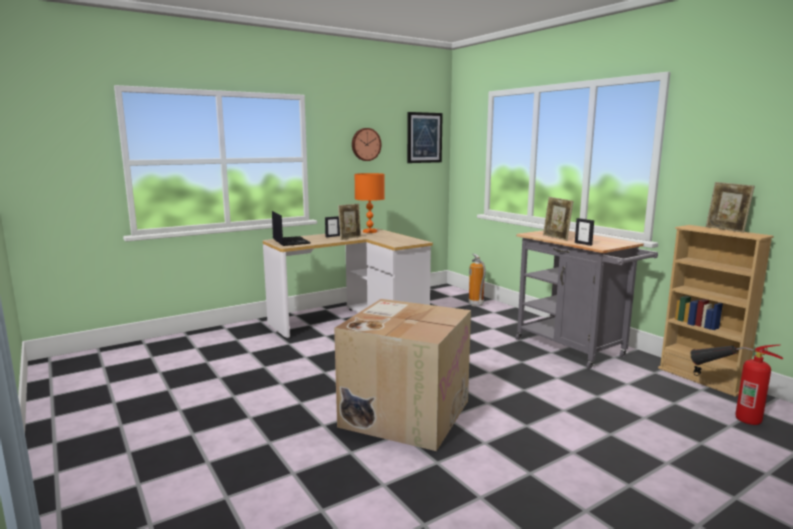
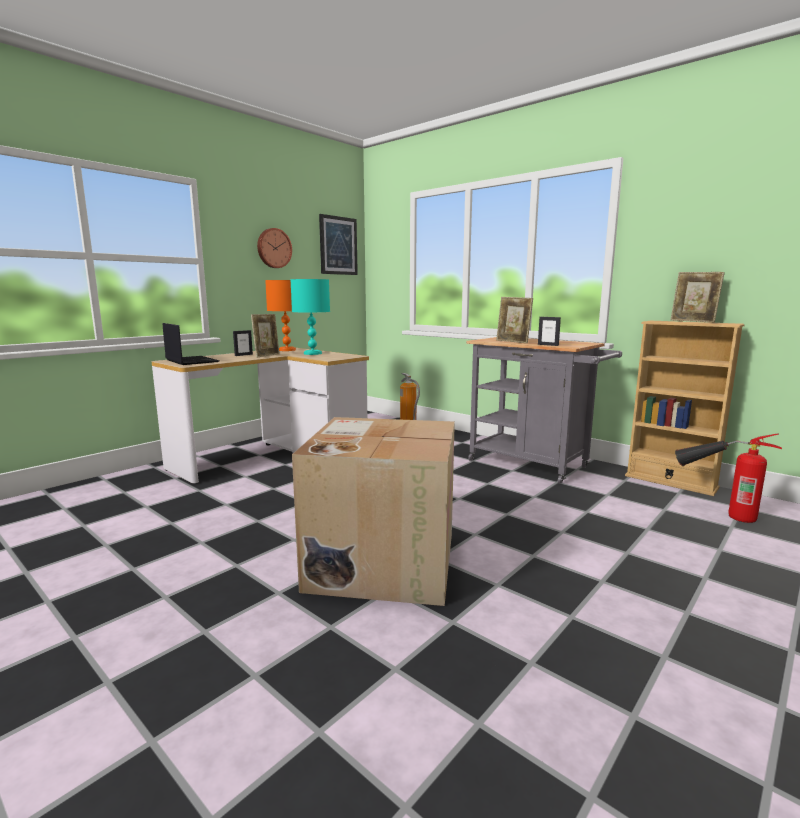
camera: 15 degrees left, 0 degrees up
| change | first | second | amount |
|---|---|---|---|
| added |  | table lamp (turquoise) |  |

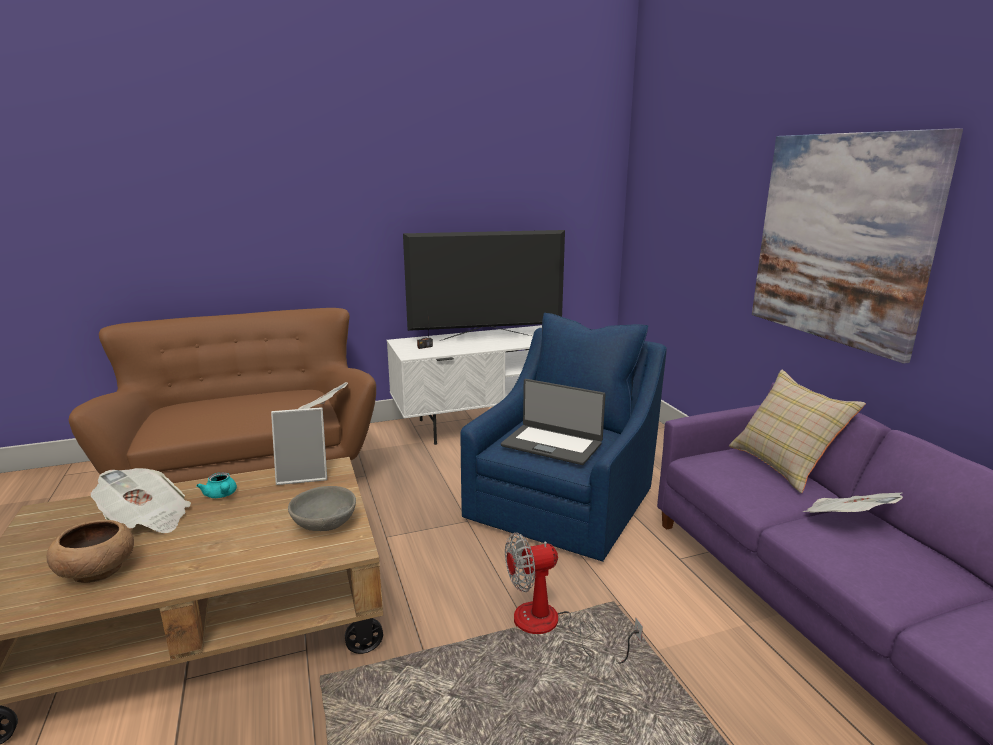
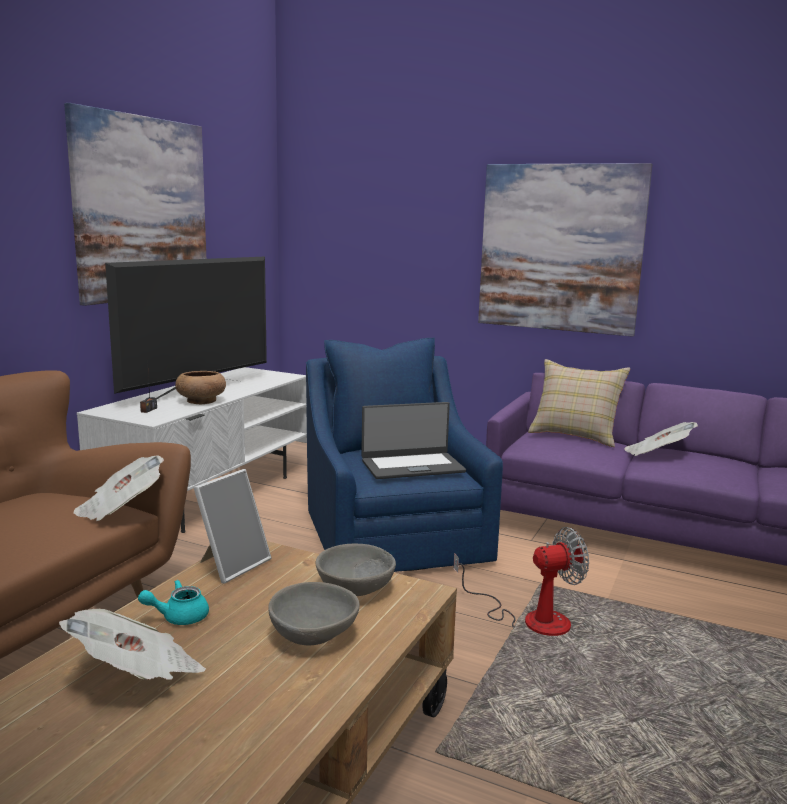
camera: 45 degrees left, 5 degrees down
| change | first | second | amount |
|---|---|---|---|
| added |  | picture (1st from left) |  |
| added |  | bowl (grey) (1st from left) |  |
| moved | bowl (brown) |  |  |
| turned | teapot (turquoise) |  | 150 degrees clockwise |
| turned | fan |  | 135 degrees counterclockwise |

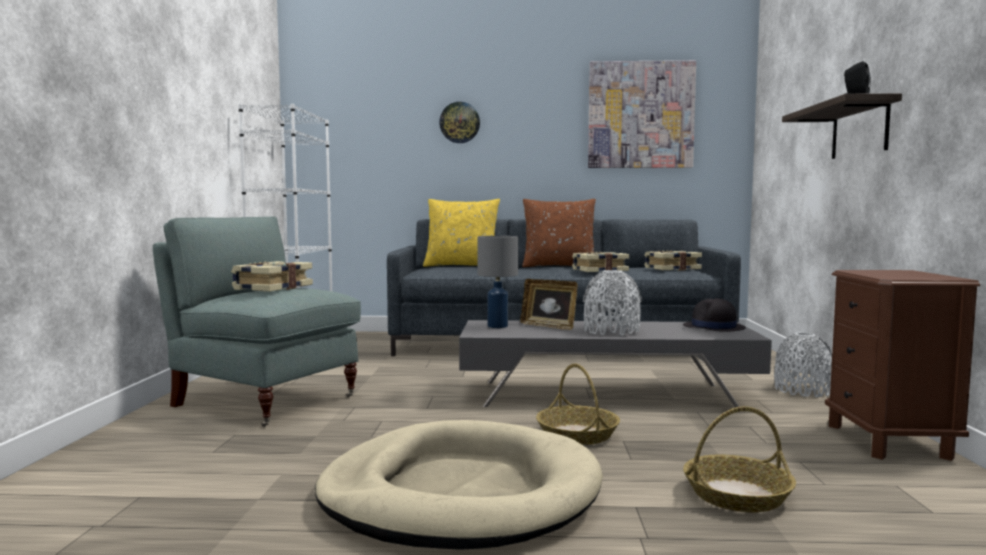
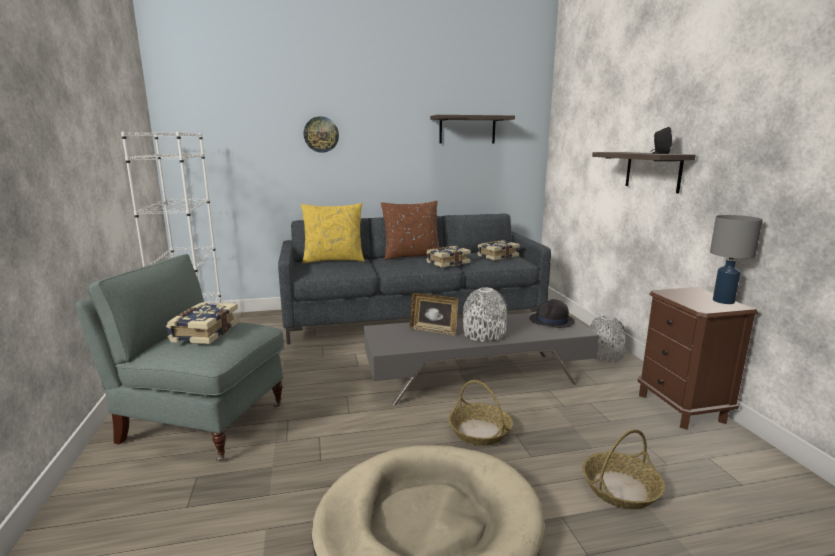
camera: 15 degrees left, 10 degrees up
| change | first | second | amount |
|---|---|---|---|
| moved | table lamp (grey) |  |  |
| replaced | picture | shelf (1st from left) |  |

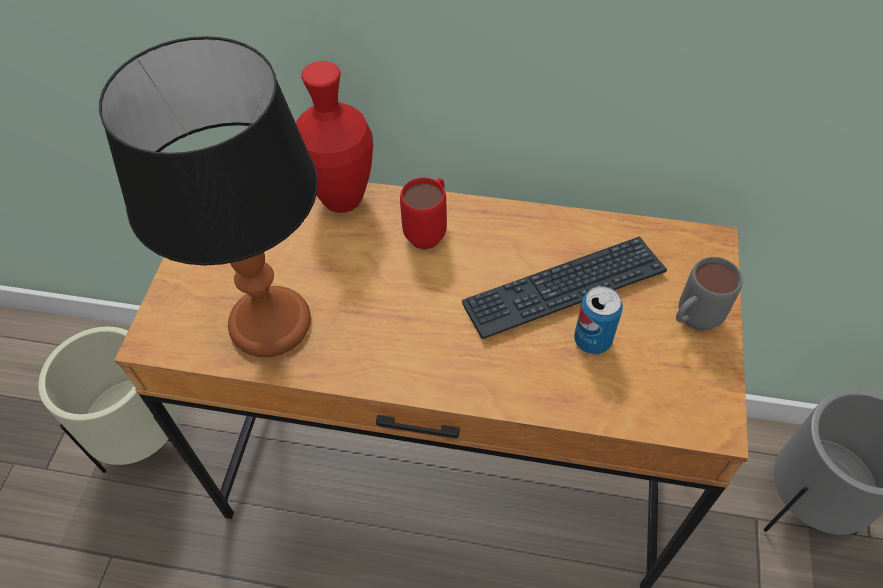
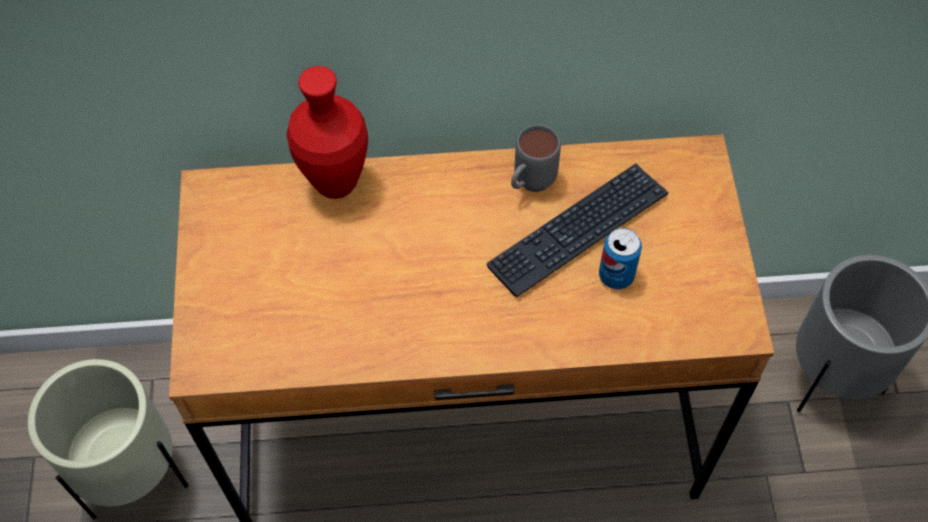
camera: 15 degrees left, 5 degrees up
| change | first | second | amount |
|---|---|---|---|
| removed | table lamp |  |  |
| removed | mug (red) |  |  |
| moved | mug (grey) |  |  |

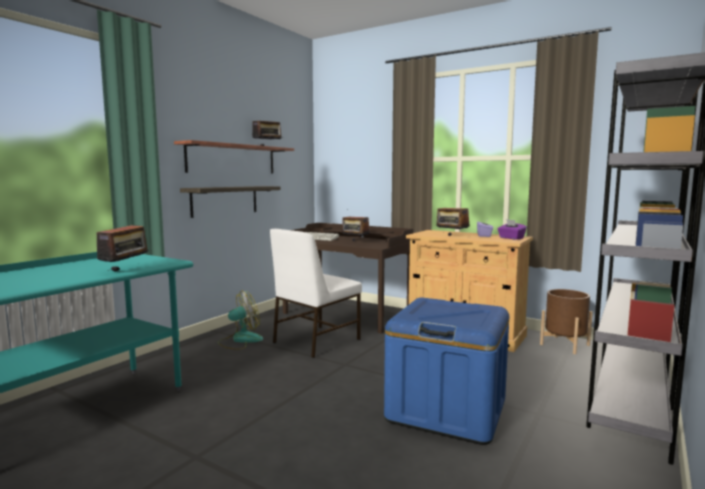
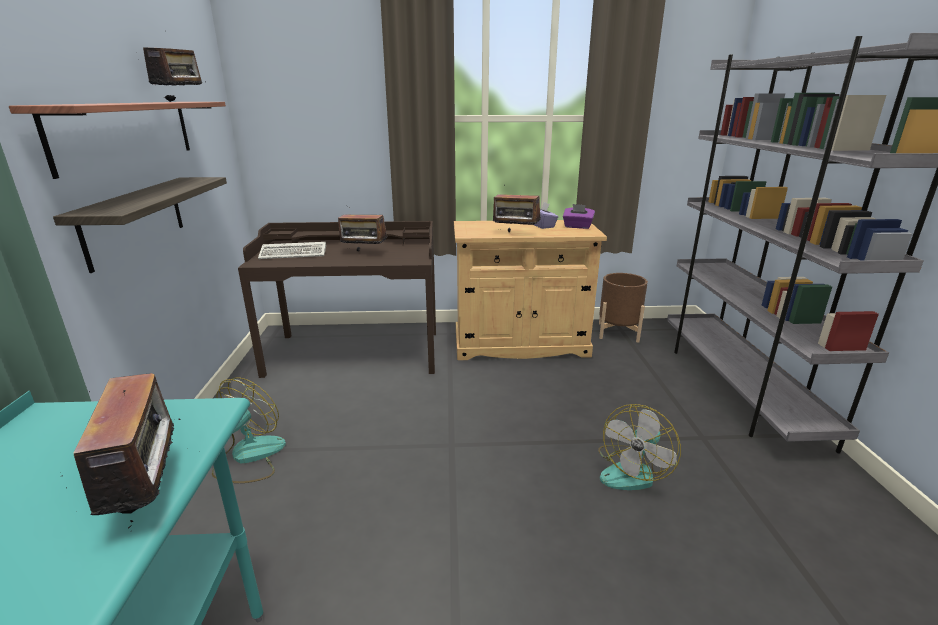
camera: 35 degrees left, 15 degrees up
| change | first | second | amount |
|---|---|---|---|
| removed | chair (white) |  |  |
| replaced | storage box (blue) | fan (2nd from left) |  |

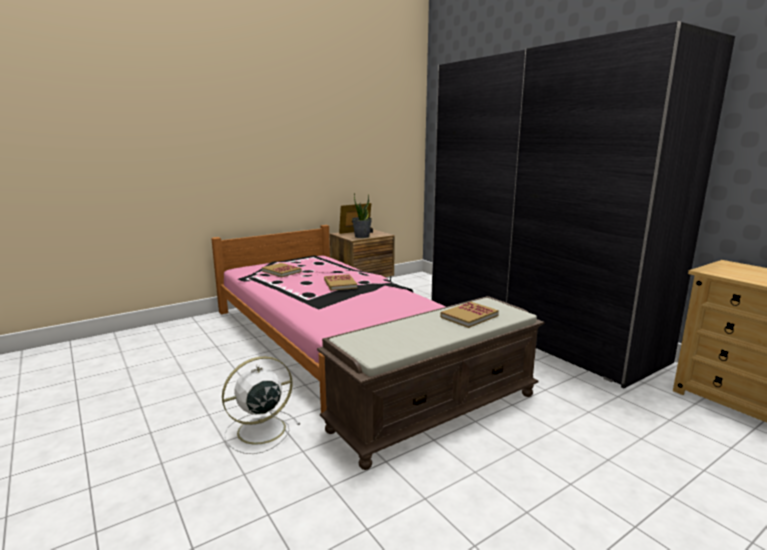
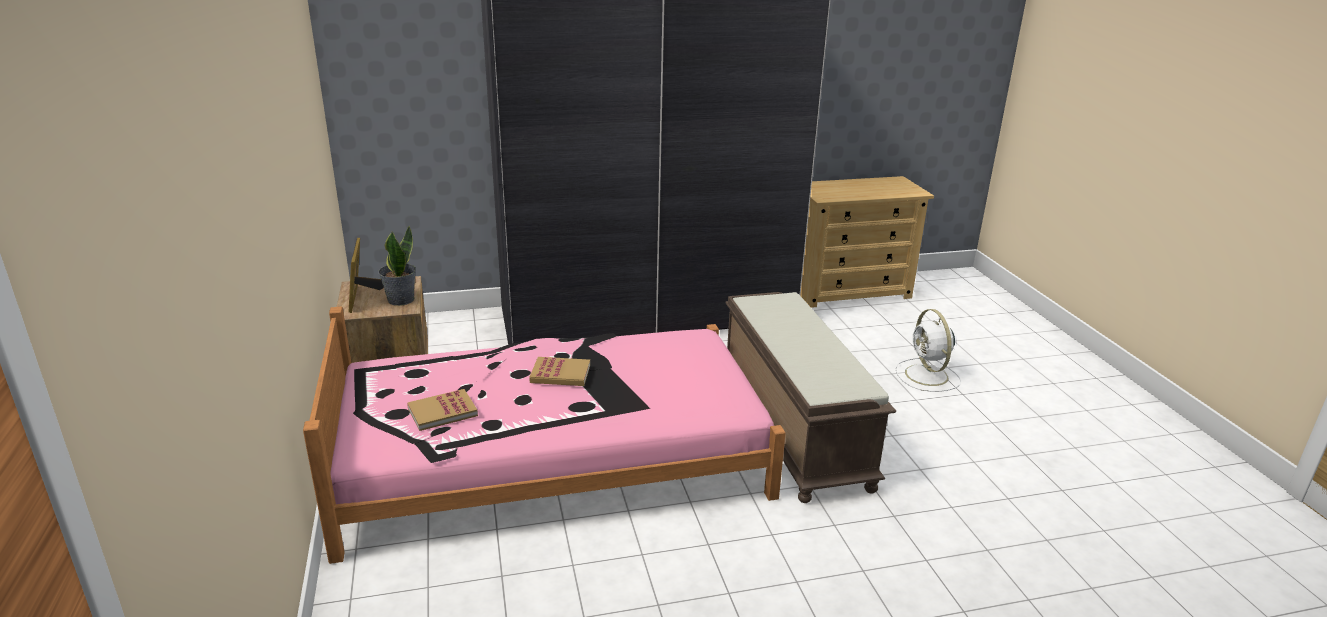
camera: 70 degrees left, 10 degrees up
| change | first | second | amount |
|---|---|---|---|
| removed | book (3rd from left) |  |  |
| moved | fan (white) |  |  |

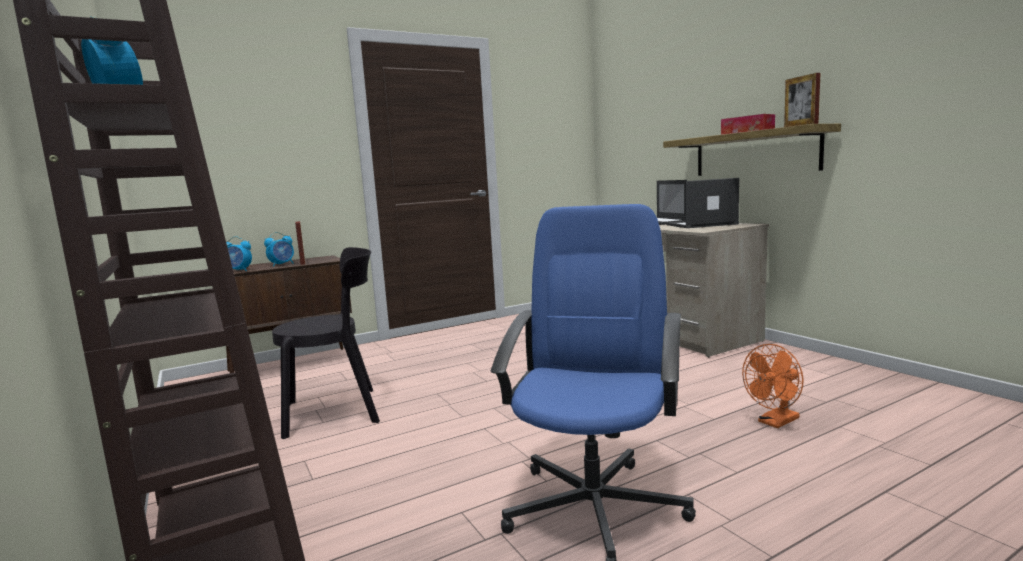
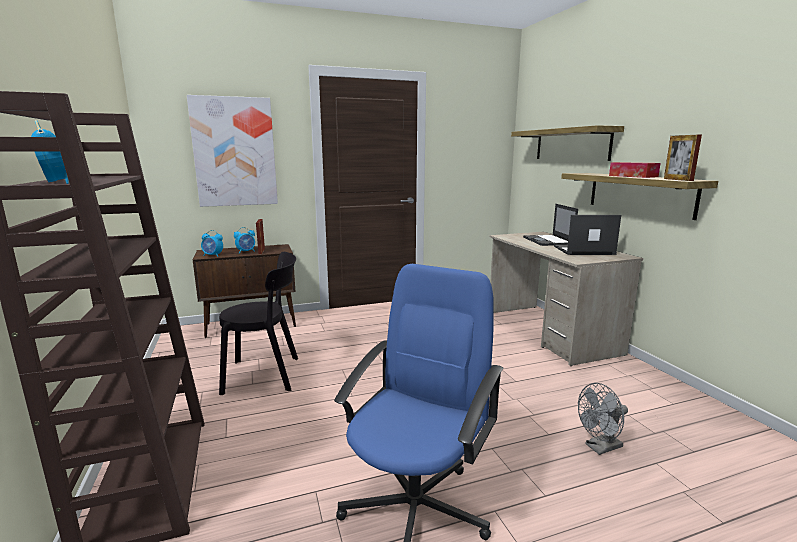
camera: 10 degrees right, 5 degrees up
| change | first | second | amount |
|---|---|---|---|
| added |  | picture |  |
| added |  | shelf (1st from left) |  |
| recoloured | fan (orange) | fan (grey) |  |

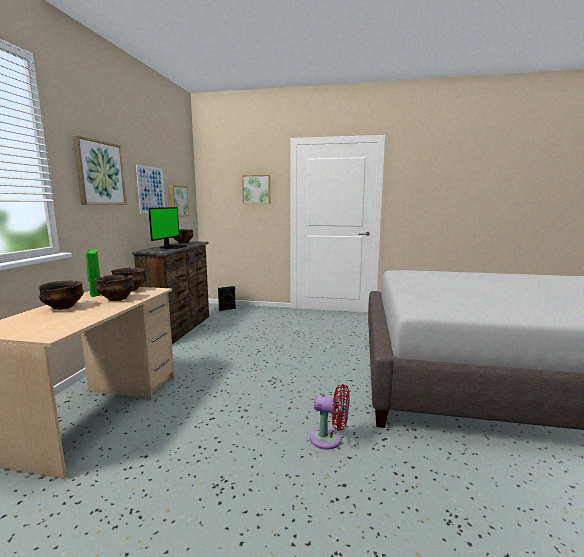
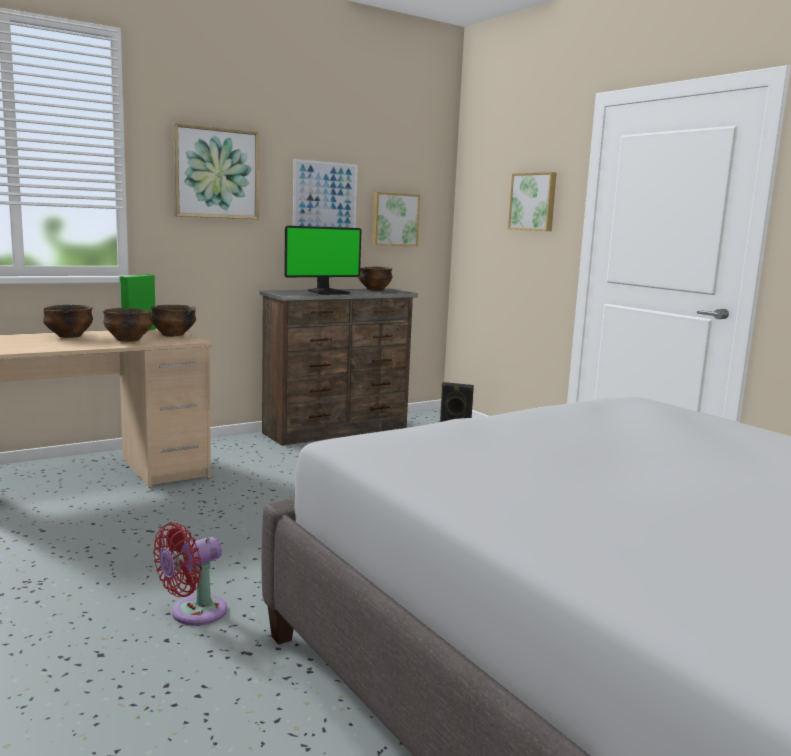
camera: 45 degrees right, 0 degrees up
| change | first | second | amount |
|---|---|---|---|
| turned | fan (red) |  | 75 degrees clockwise |

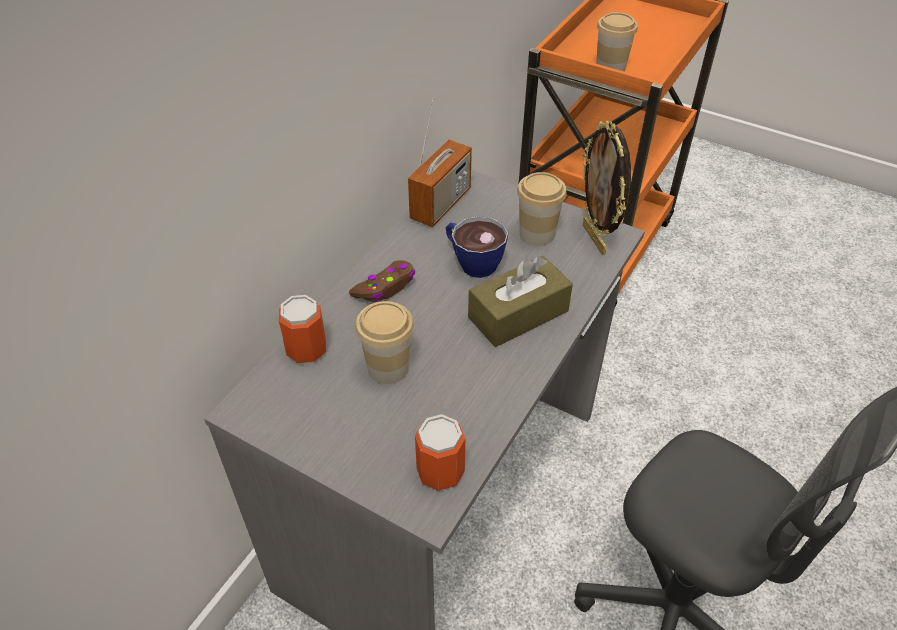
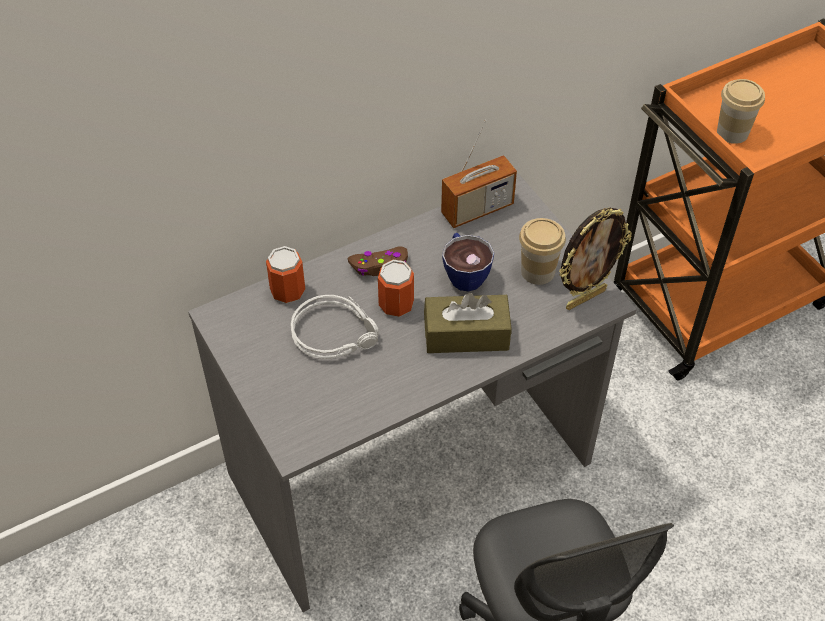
camera: 30 degrees right, 5 degrees up
| change | first | second | amount |
|---|---|---|---|
| moved | can (2nd from left) |  |  |
| replaced | cup (1st from left) | headphones (grey) |  |
| turned | picture frame |  | 135 degrees counterclockwise |

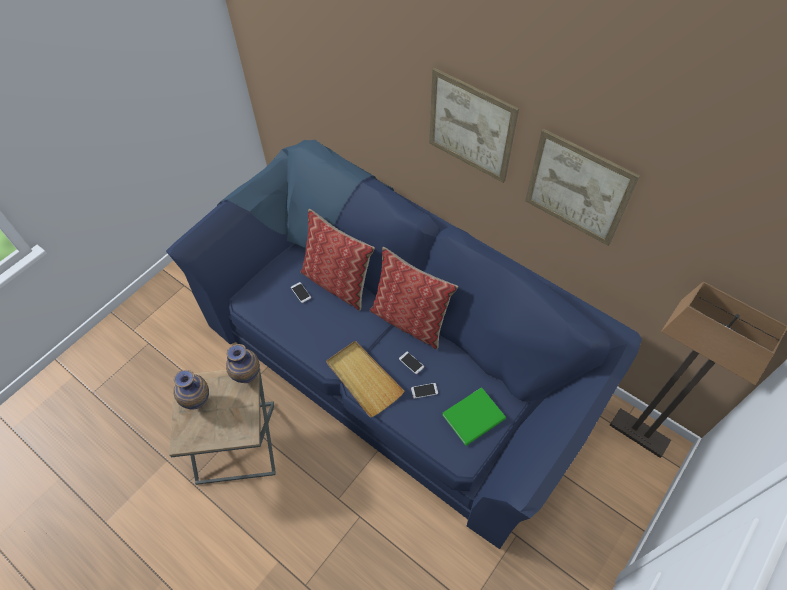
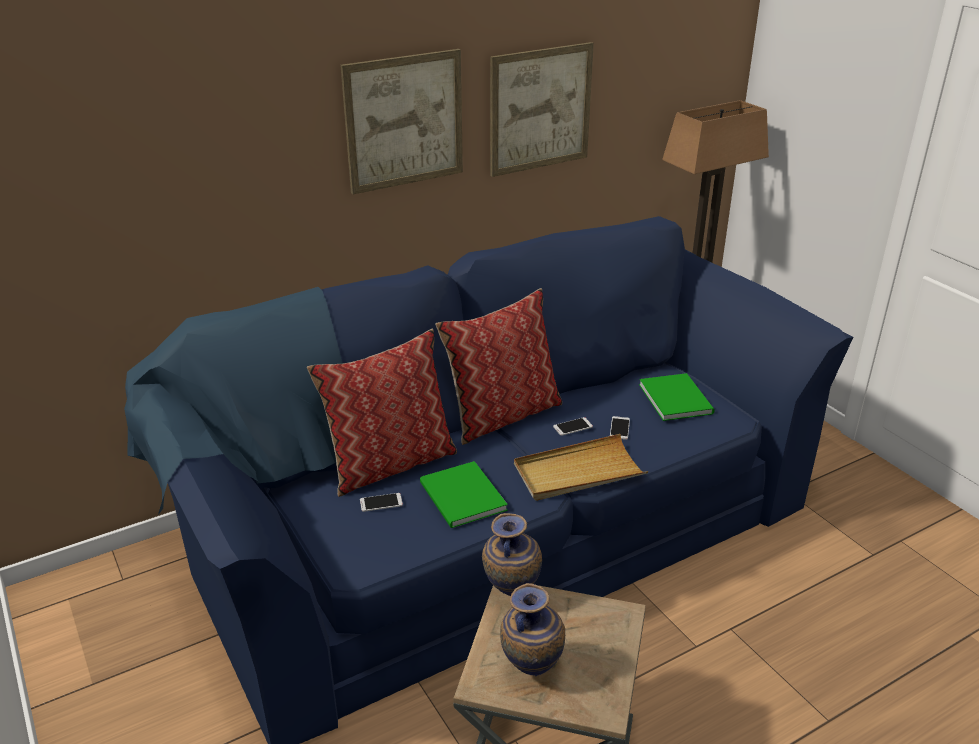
camera: 70 degrees left, 25 degrees down
| change | first | second | amount |
|---|---|---|---|
| added |  | book (green) (1st from left) |  |

